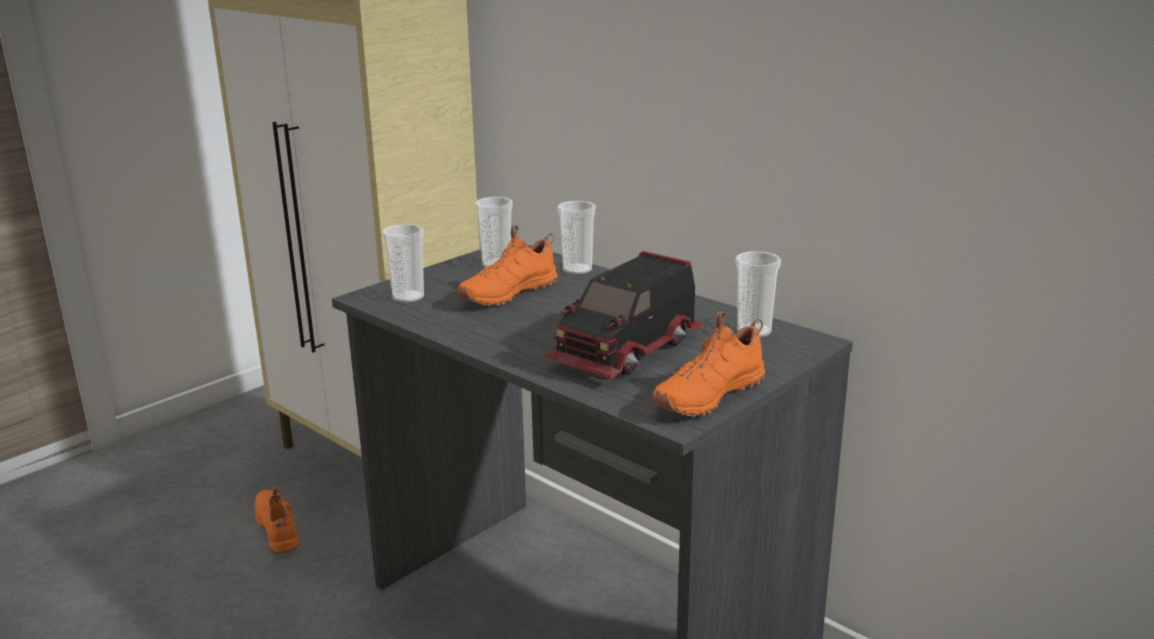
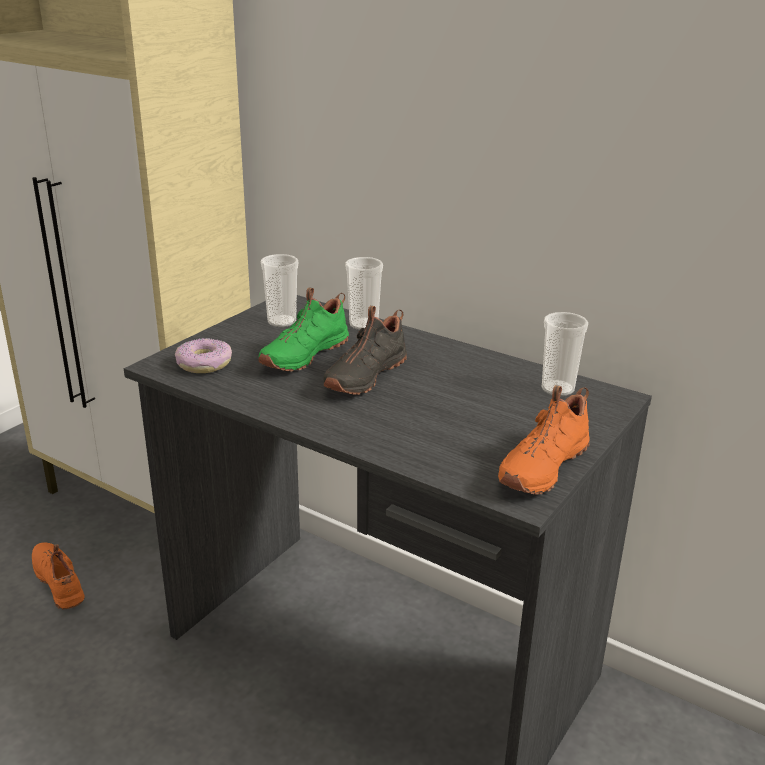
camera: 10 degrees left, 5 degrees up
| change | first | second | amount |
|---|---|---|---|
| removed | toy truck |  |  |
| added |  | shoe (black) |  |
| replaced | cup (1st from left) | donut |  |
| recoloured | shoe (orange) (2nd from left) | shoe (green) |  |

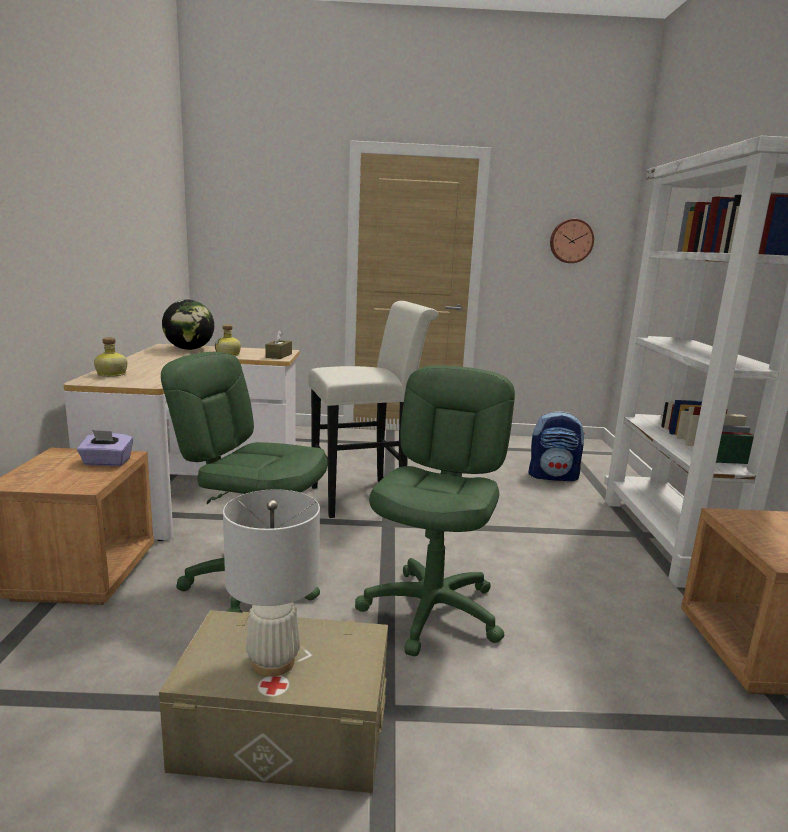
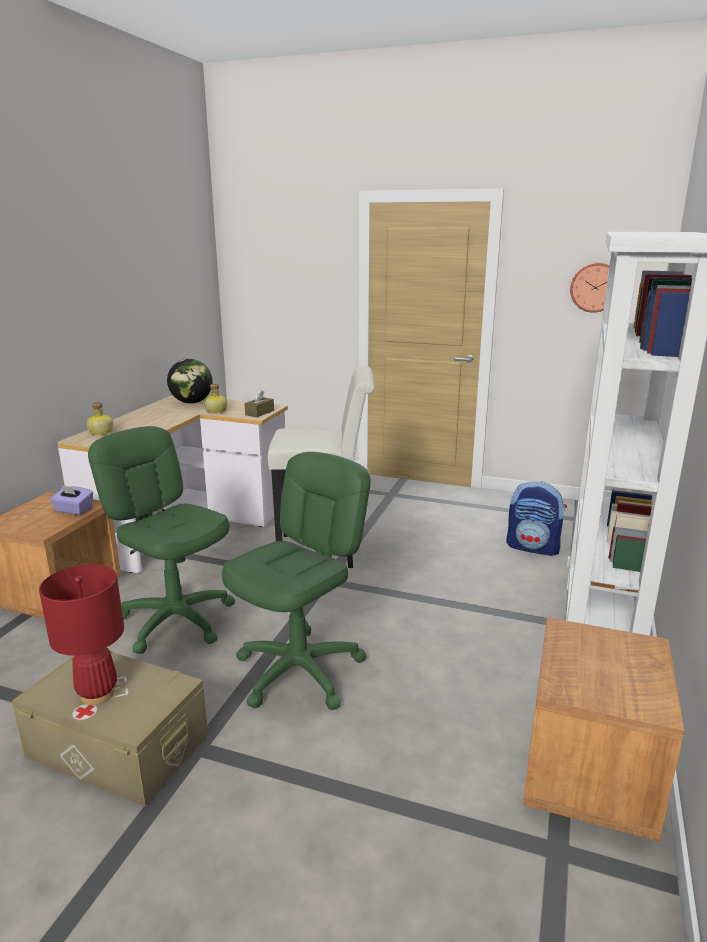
camera: 20 degrees right, 5 degrees up
| change | first | second | amount |
|---|---|---|---|
| recoloured | table lamp (white) | table lamp (red) |  |

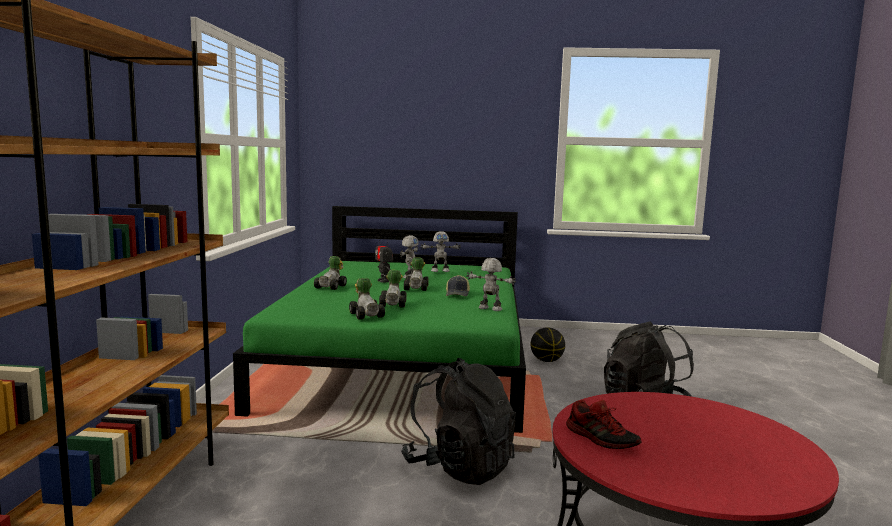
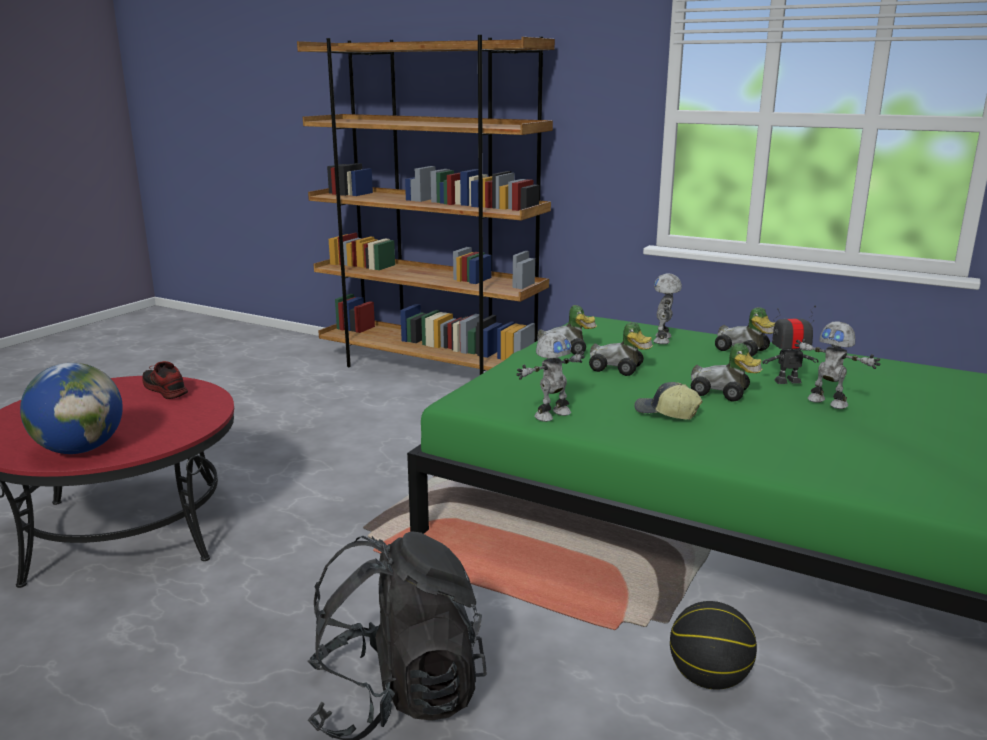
camera: 115 degrees right, 10 degrees up
| change | first | second | amount |
|---|---|---|---|
| removed | backpack (black) (1st from left) |  |  |
| added |  | globe |  |
| moved | toy robot (3rd from left in the first image) | toy robot (2nd from left) |  |
| turned | shoe |  | 60 degrees clockwise |

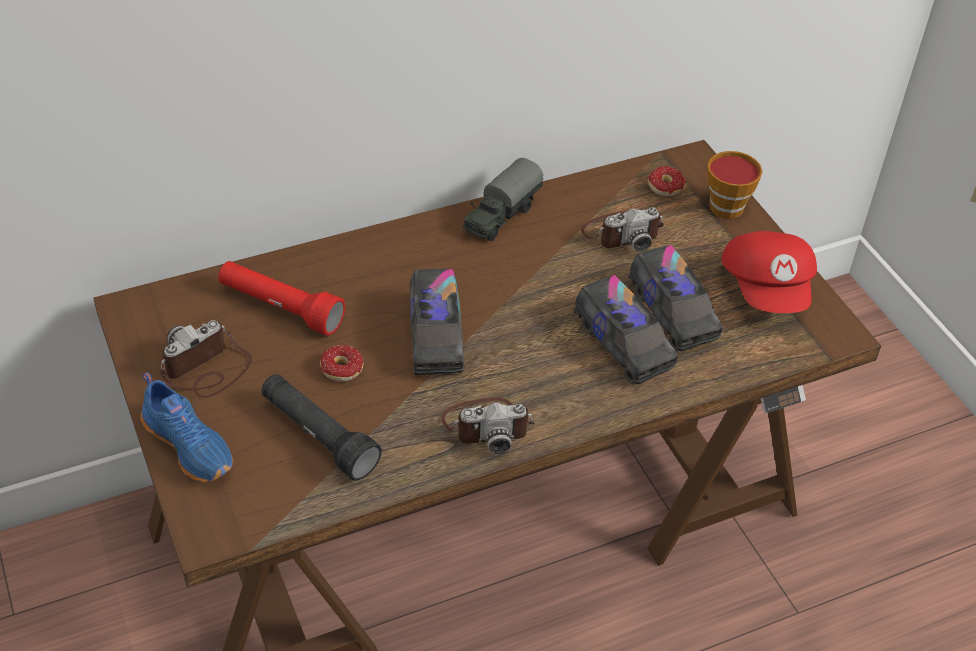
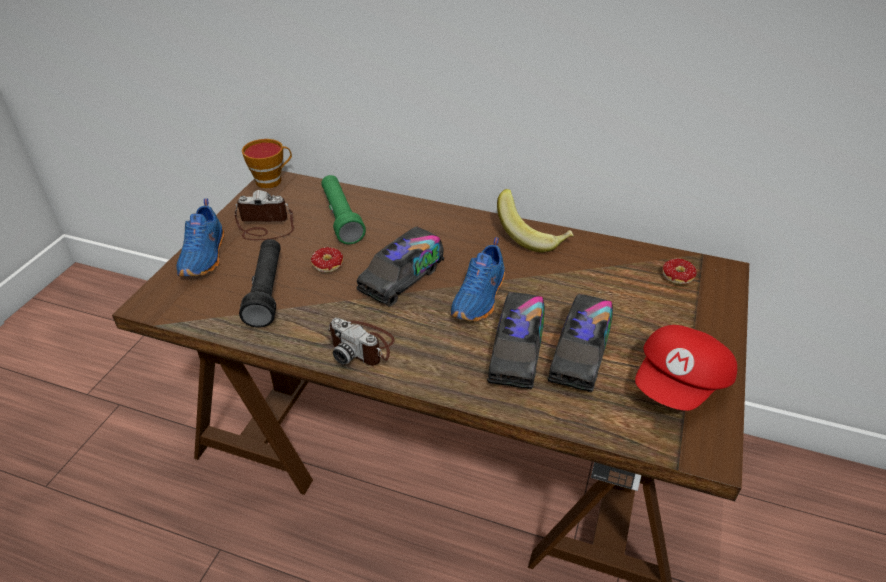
camera: 45 degrees right, 5 degrees down
| change | first | second | amount |
|---|---|---|---|
| removed | photo camera (3rd from left) |  |  |
| added |  | shoe (blue) (2nd from left) |  |
| moved | cup |  |  |
| replaced | toy truck (2nd from left) | banana |  |
| recoloured | flashlight (red) | flashlight (green) |  |

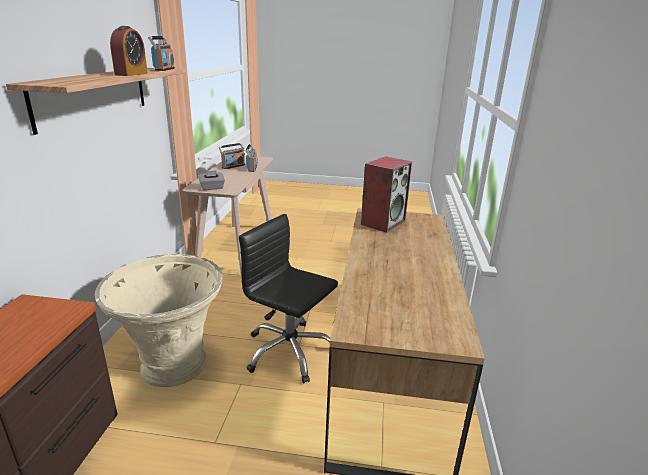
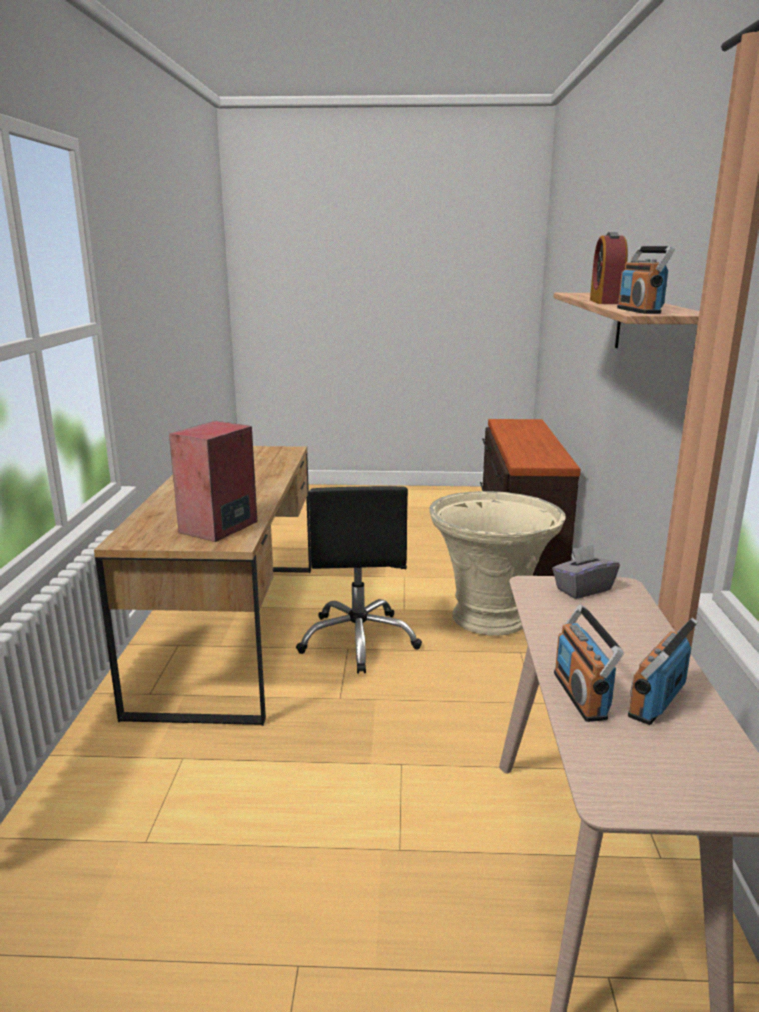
camera: 175 degrees right, 5 degrees down
| change | first | second | amount |
|---|---|---|---|
| turned | office chair (black) |  | 60 degrees clockwise |

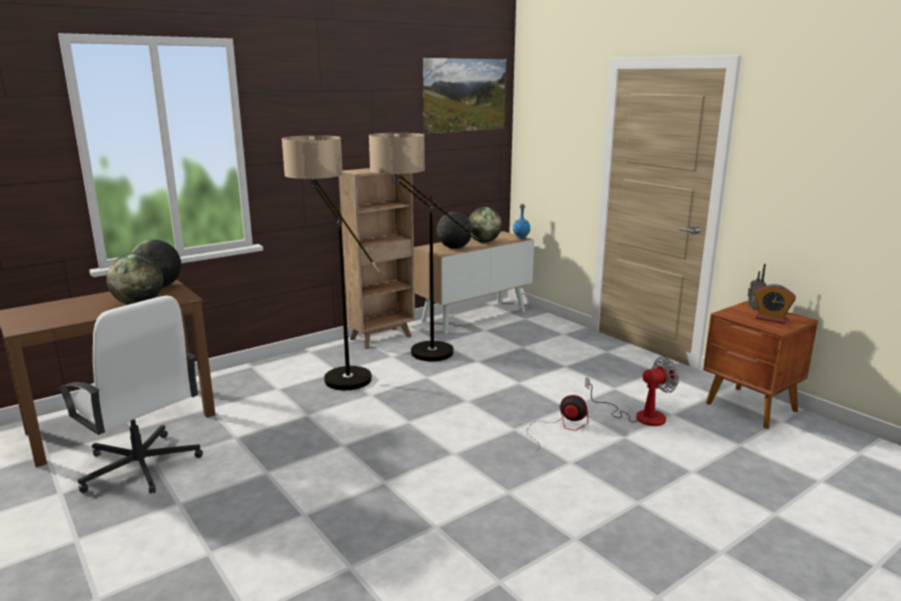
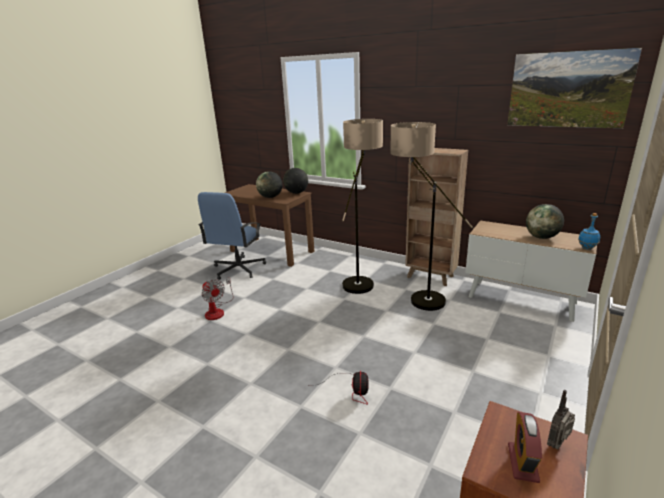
camera: 70 degrees right, 5 degrees up
| change | first | second | amount |
|---|---|---|---|
| removed | globe (3rd from left) |  |  |
| moved | fan (2nd from left in the first image) | fan (1st from left) |  |
| recoloured | office chair (white) | office chair (blue) |  |

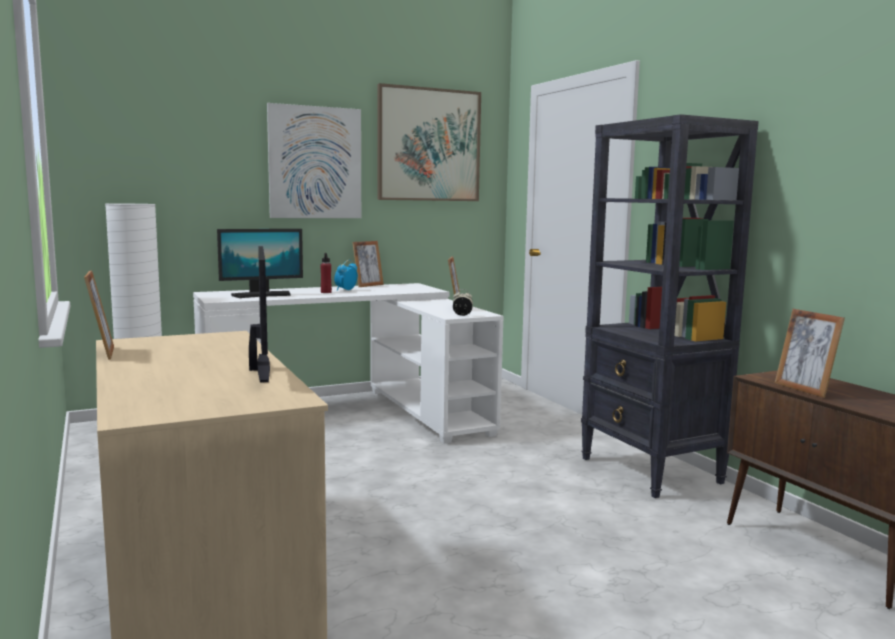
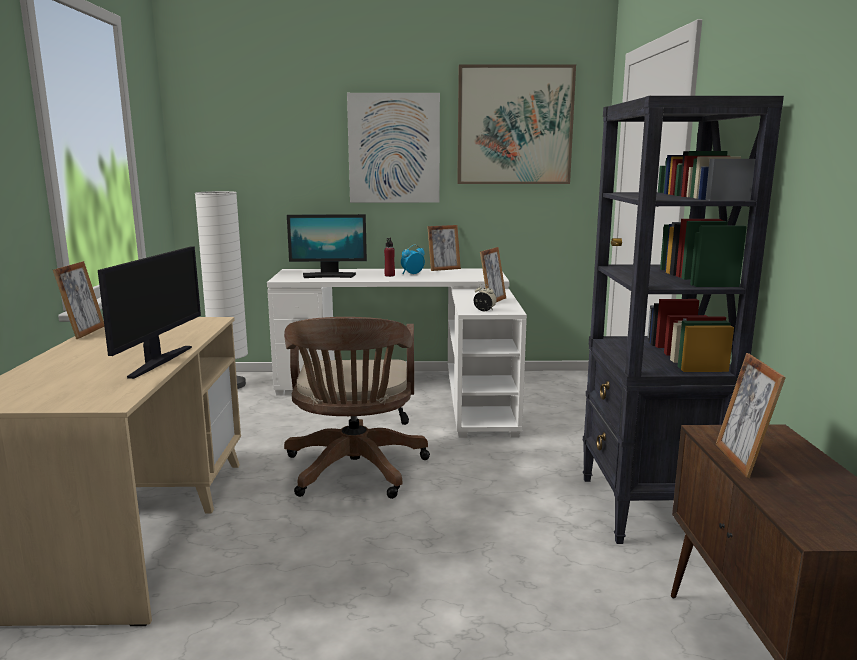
camera: 25 degrees right, 5 degrees up
| change | first | second | amount |
|---|---|---|---|
| added |  | office chair (brown) |  |

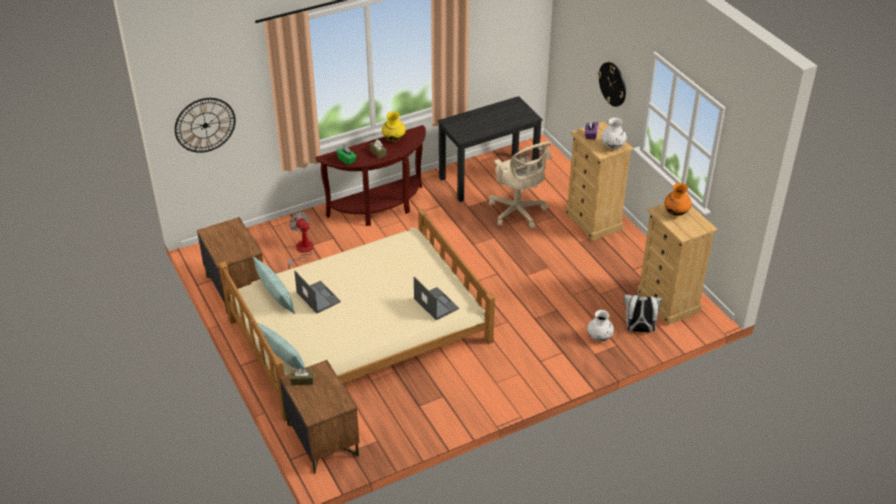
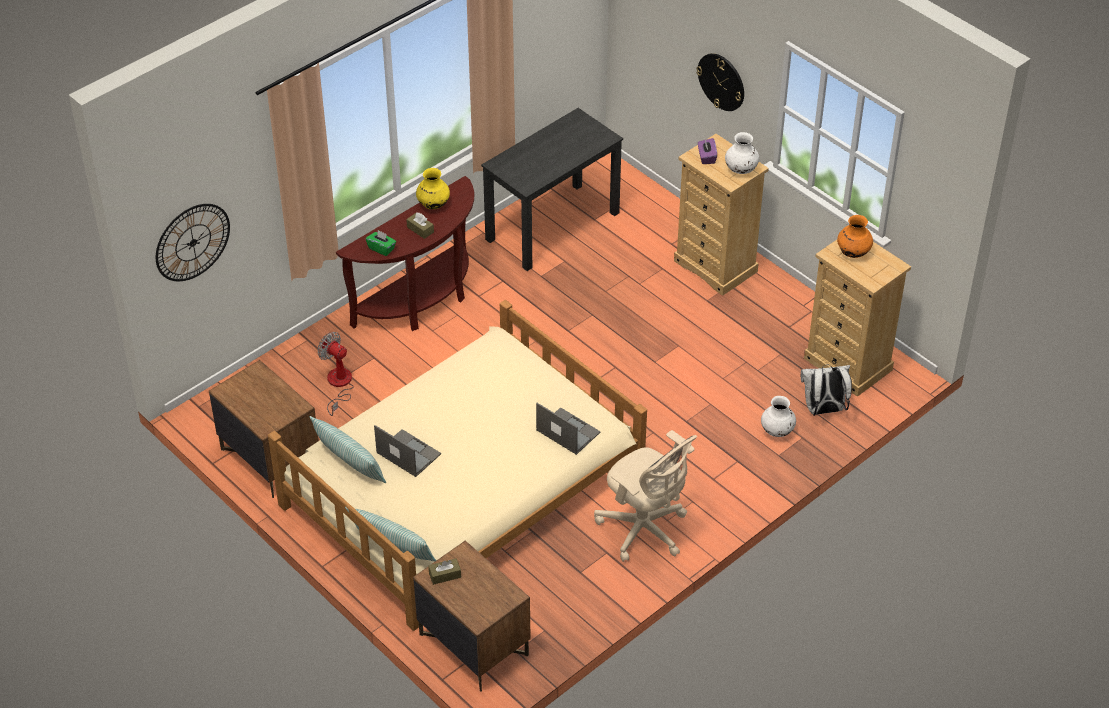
camera: 15 degrees left, 5 degrees up
| change | first | second | amount |
|---|---|---|---|
| moved | office chair (beige) |  |  |

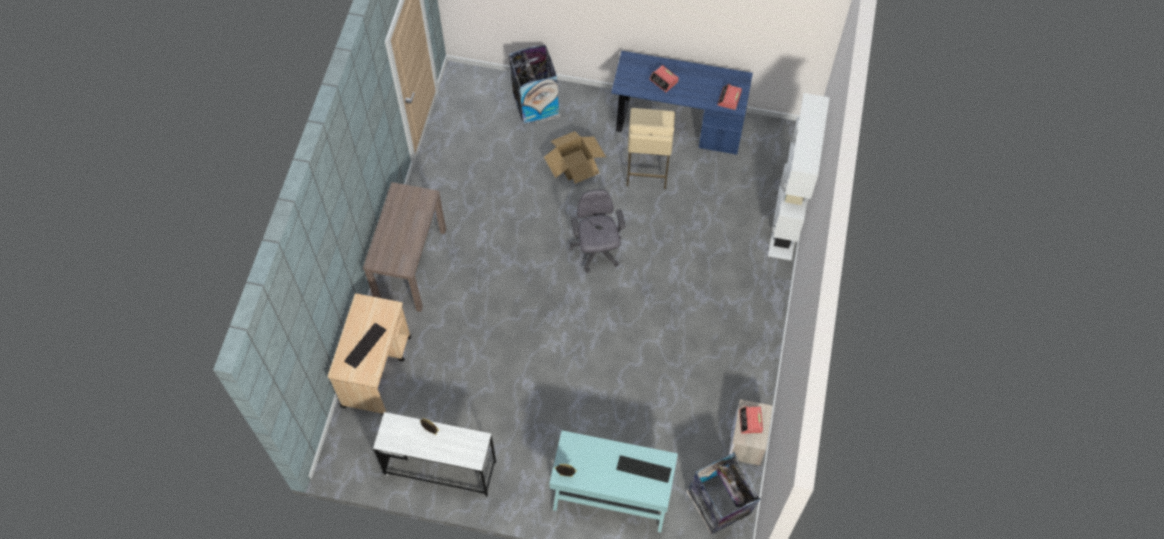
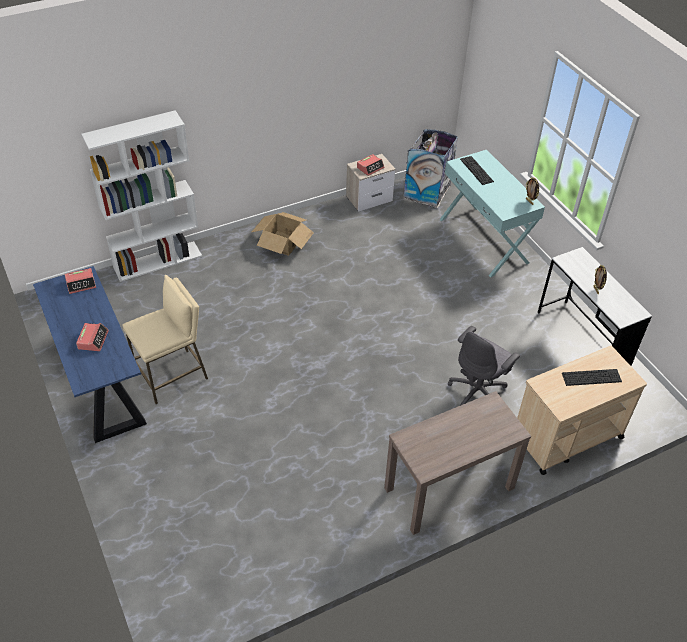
camera: 130 degrees left, 15 degrees down
| change | first | second | amount |
|---|---|---|---|
| removed | trash can (1st from left) |  |  |
| moved | cardboard box |  |  |
| moved | office chair (grey) |  |  |

